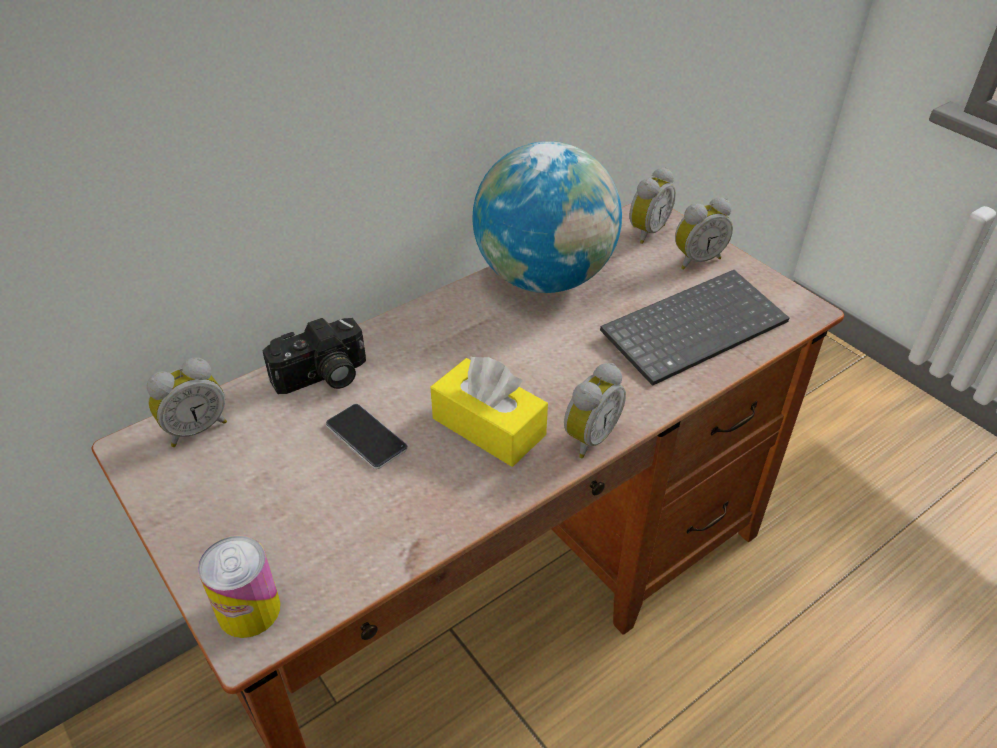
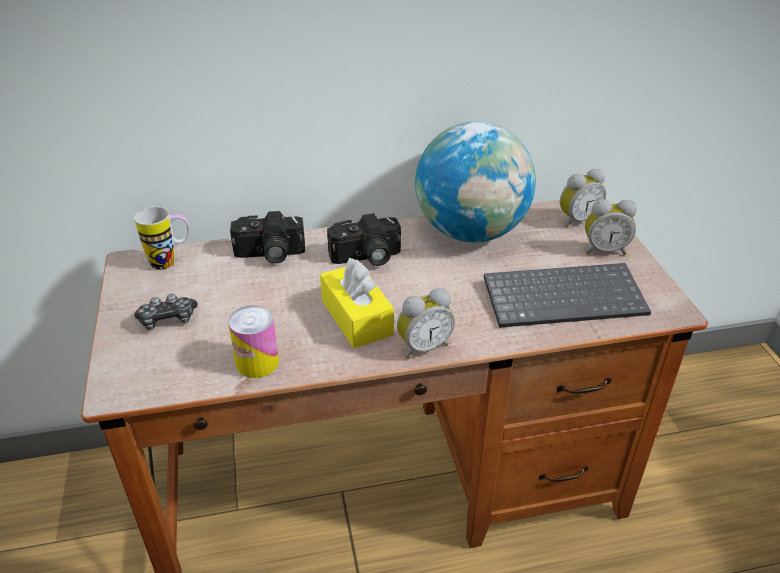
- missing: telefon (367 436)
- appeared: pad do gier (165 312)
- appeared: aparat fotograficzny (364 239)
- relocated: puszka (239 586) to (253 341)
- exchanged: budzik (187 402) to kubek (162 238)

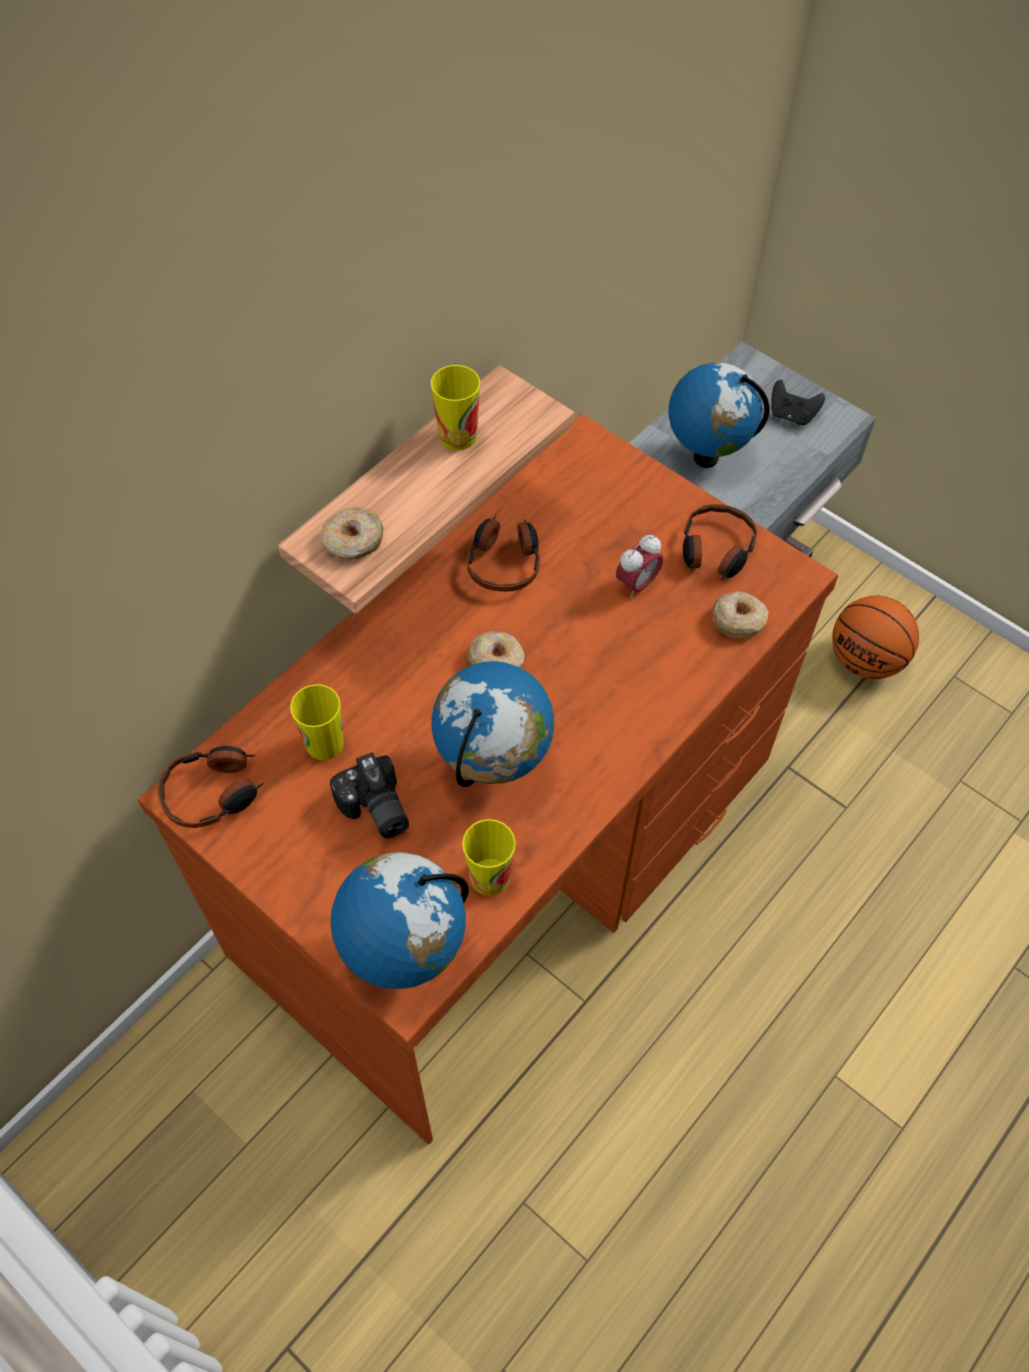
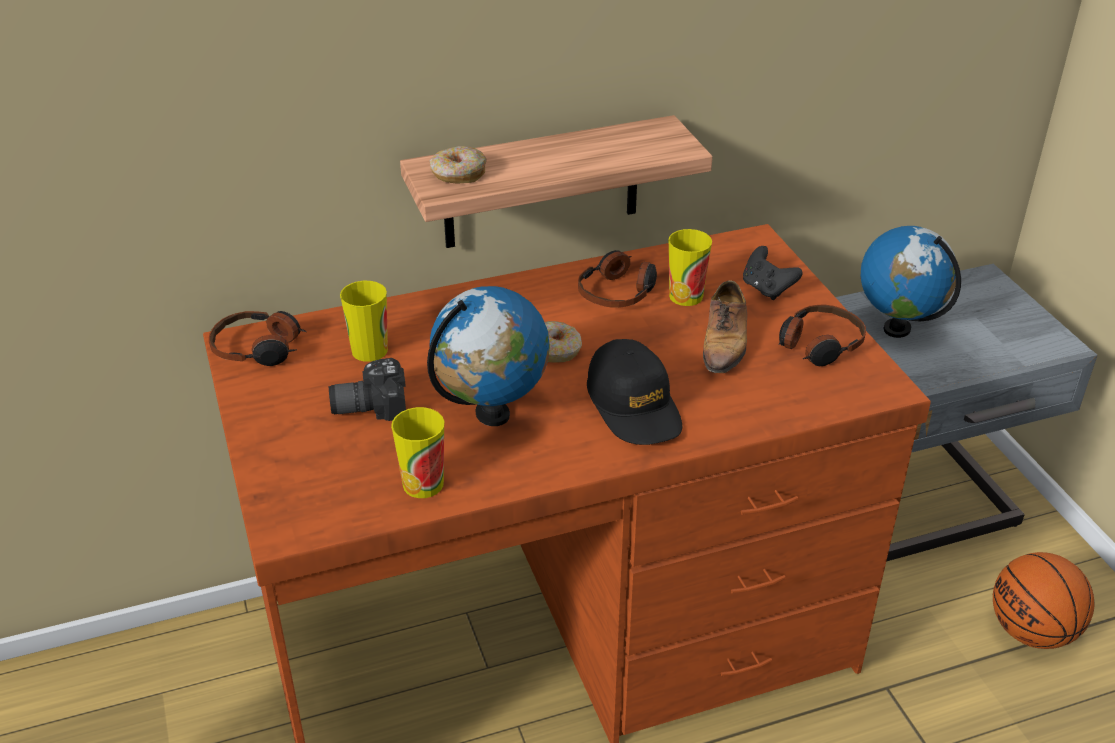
- missing: globus (400 920)
- missing: donut (740 615)
- appeared: czapka z daszkiem/czarny (634 392)
- relocated: filiżanka (455 407) to (690 267)
- relocated: pad do gier/czarny (798 402) to (773 273)
- exchanged: budzik (639 566) to but (725 326)
- spun: aparat fotograficzny (369 795) = (367 389) 75 degrees clockwise

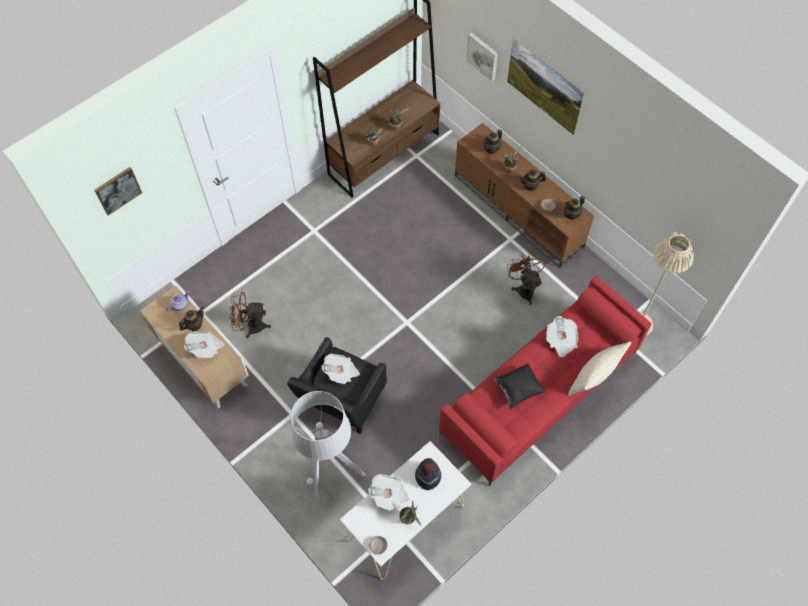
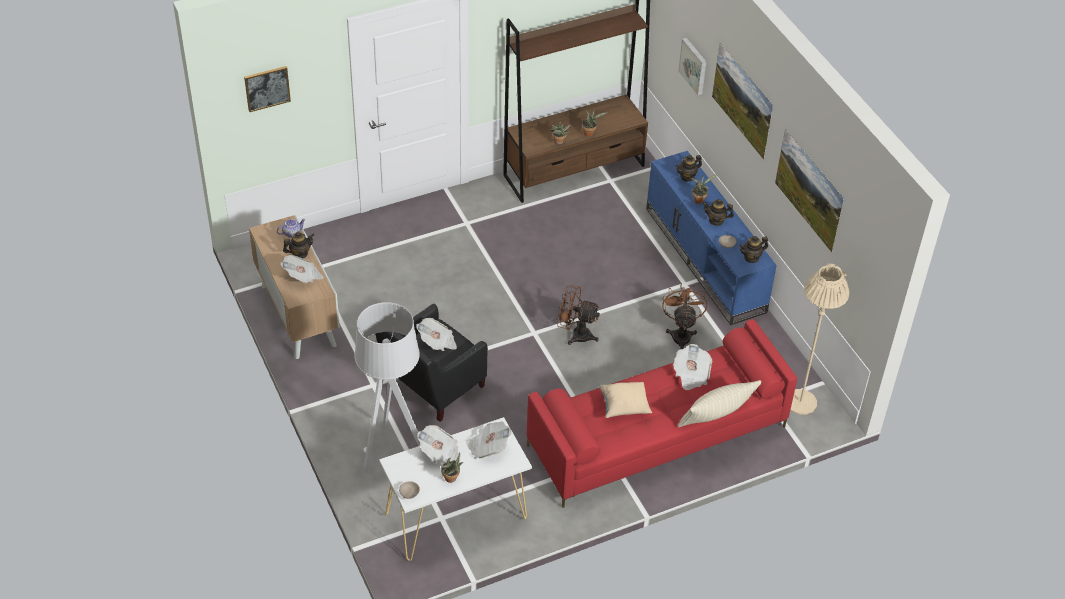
- appeared: obraz (809 191)
- relocated: wentylator/brązowy (250 315) to (578 315)
- exchanged: kapelusz (428 474) to gazeta (488 440)
- colour: szafka pod telewizor/brązowy (524 195) to szafka pod telewizor/niebieski (711 238)
- colour: poduszka/czarny (520 386) to poduszka/beżowy (625 400)

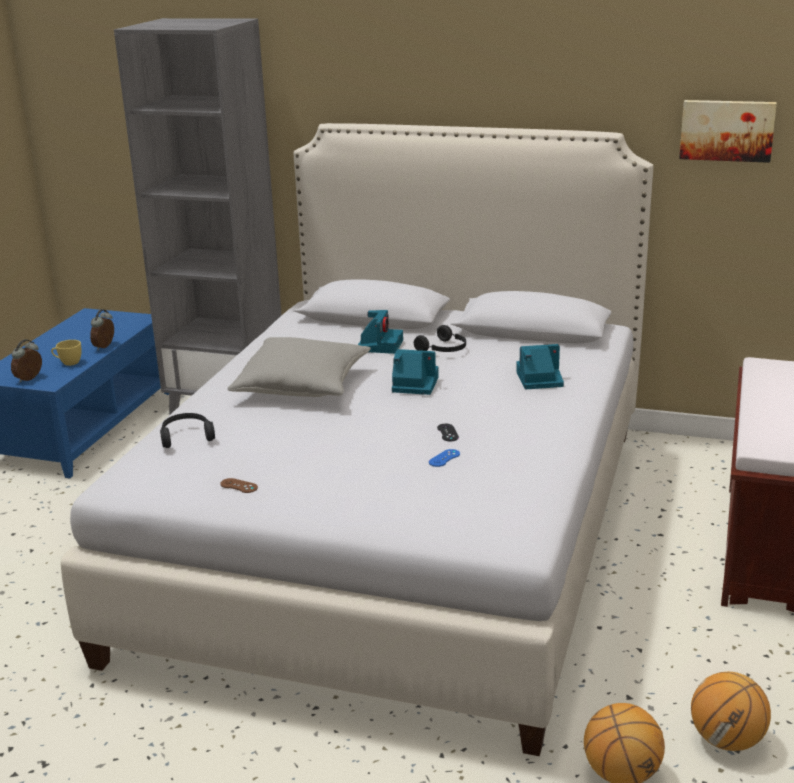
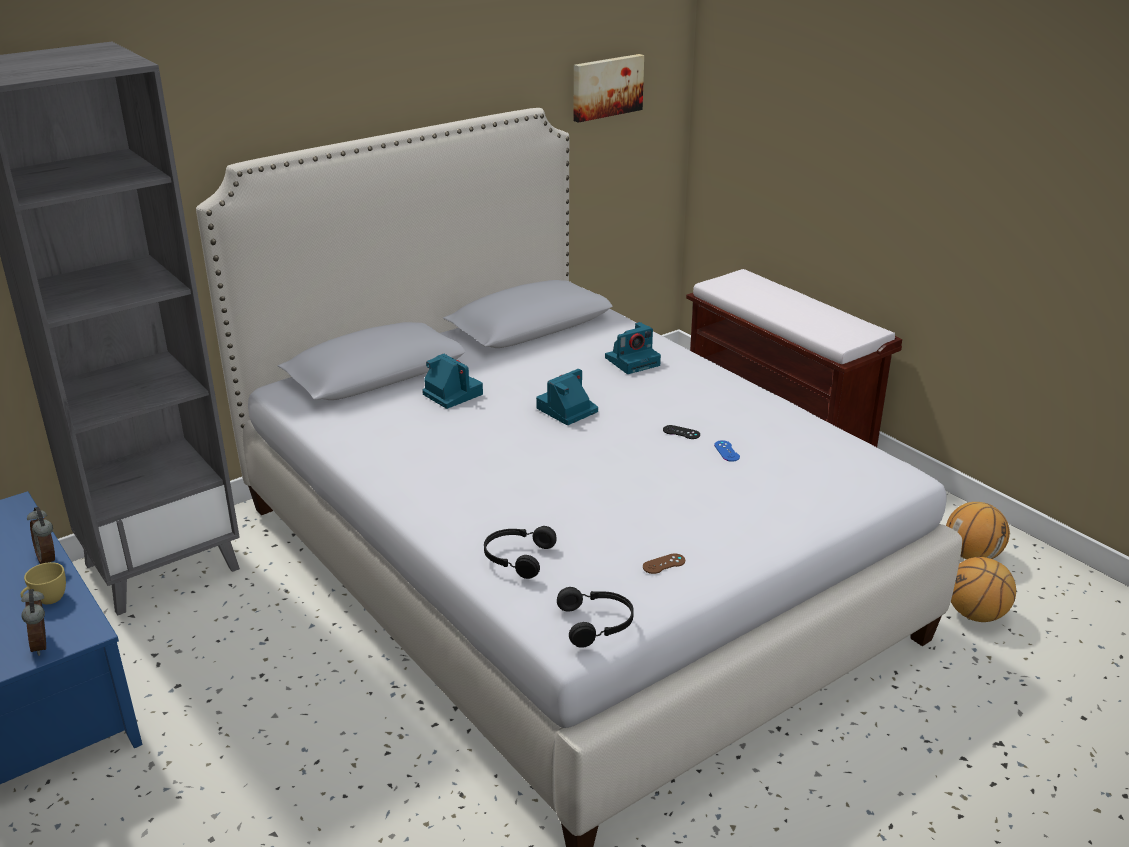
- missing: poduszka/szary (299 367)
- relocated: słuchawki/czarny (440 338) to (595 617)
- spun: aparat fotograficzny (540 366) = (633 348) 150 degrees counterclockwise

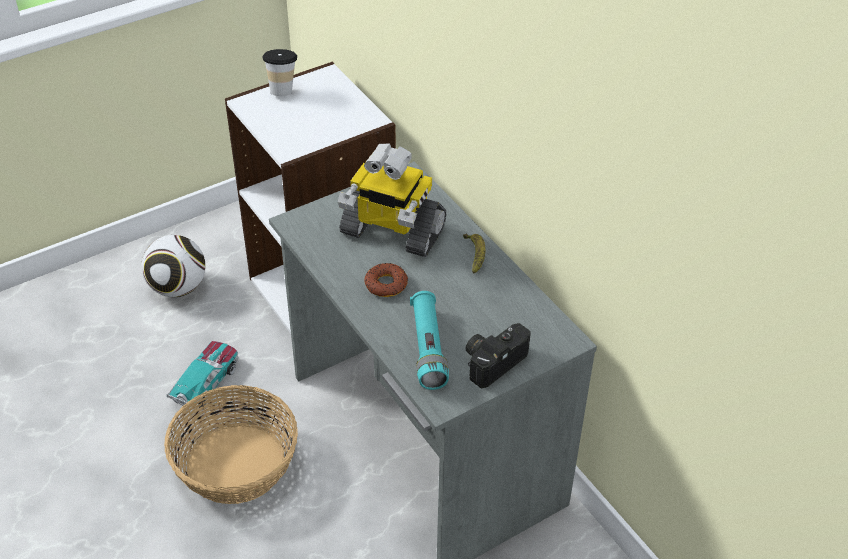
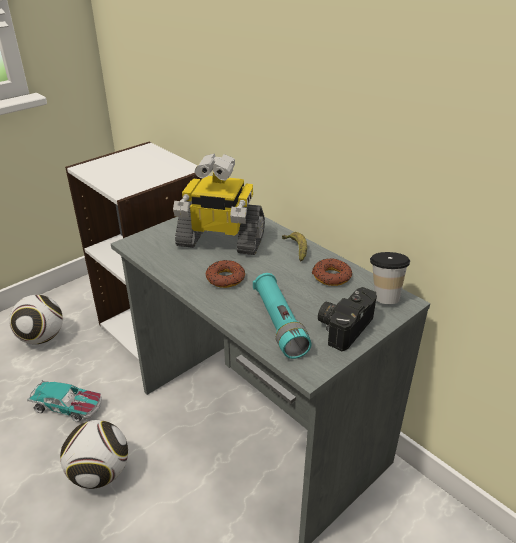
- appeared: donut (332 272)
- relocated: filiżanka (279 72) to (390 278)
- exchanged: koszyk (231 444) to piłka futbolowa (94 454)
- spun: samochodzik (202 375) = (64 401) 90 degrees clockwise

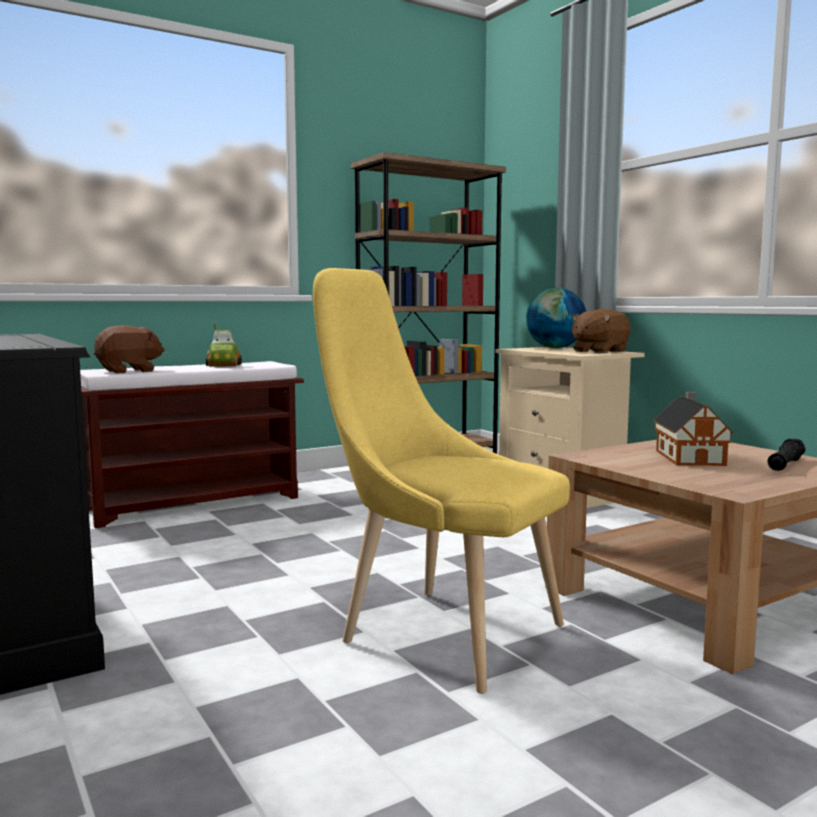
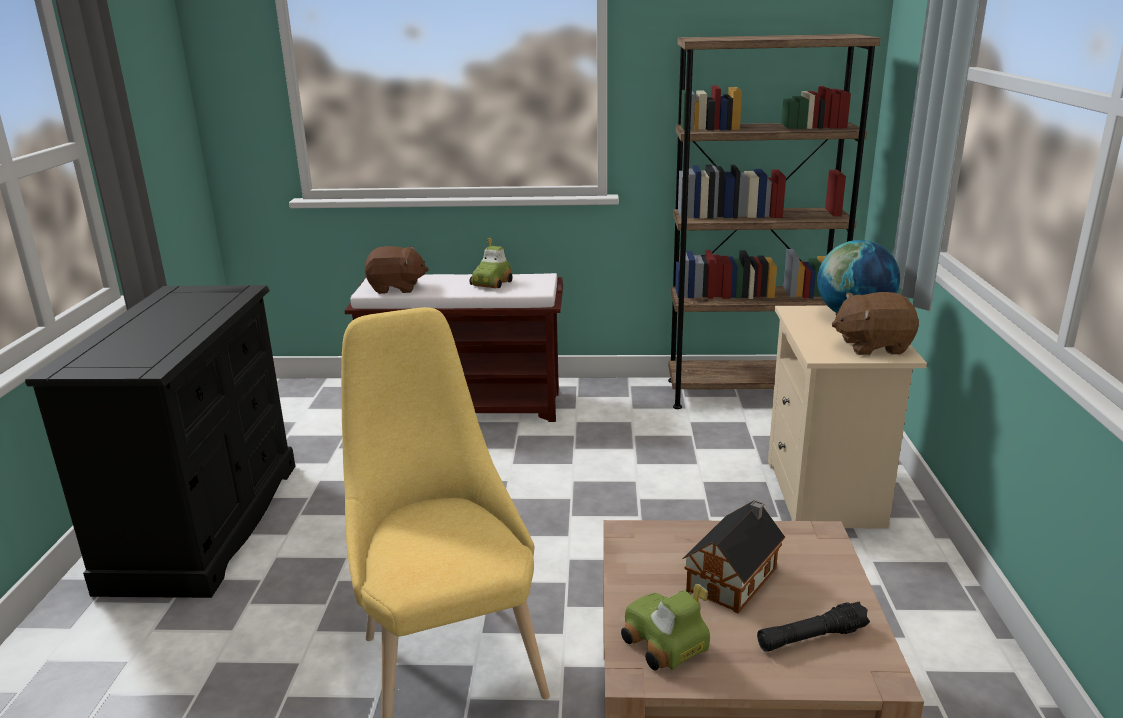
- appeared: samochodzik (665 627)

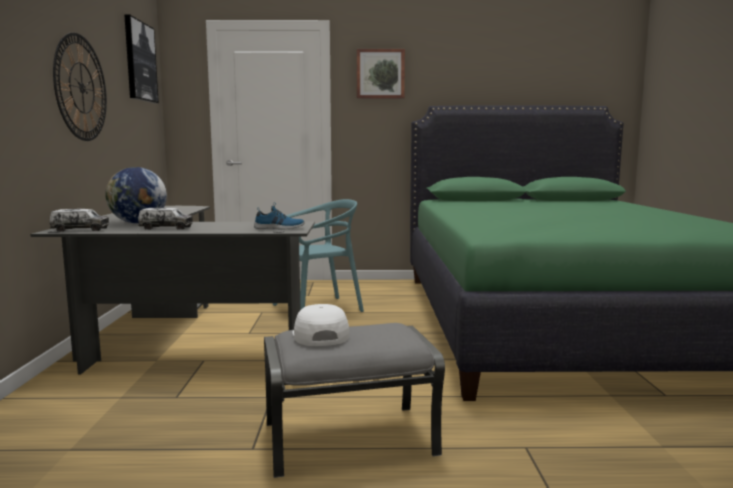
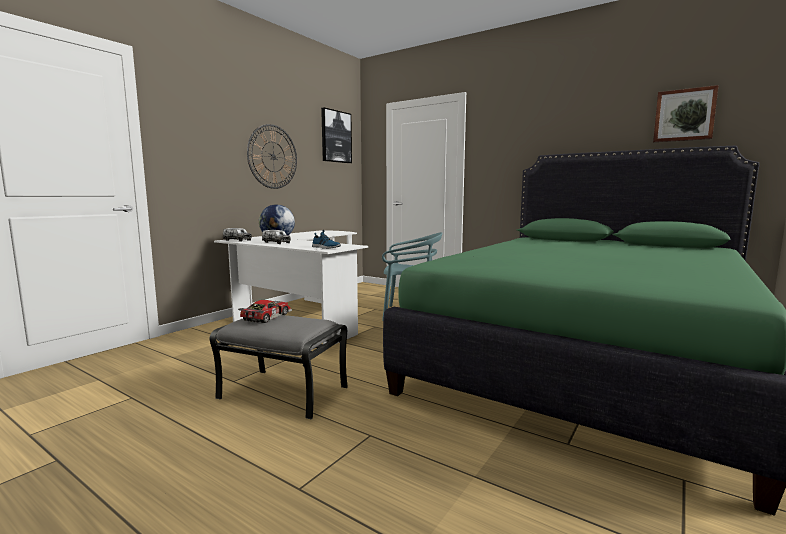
- relocated: obraz (381 74) to (686 113)
- exchanged: czapka z daszkiem/biały (320 325) to samochodzik (265 311)
- colour: biurko/czarny (172 290) to biurko/biały (291 287)

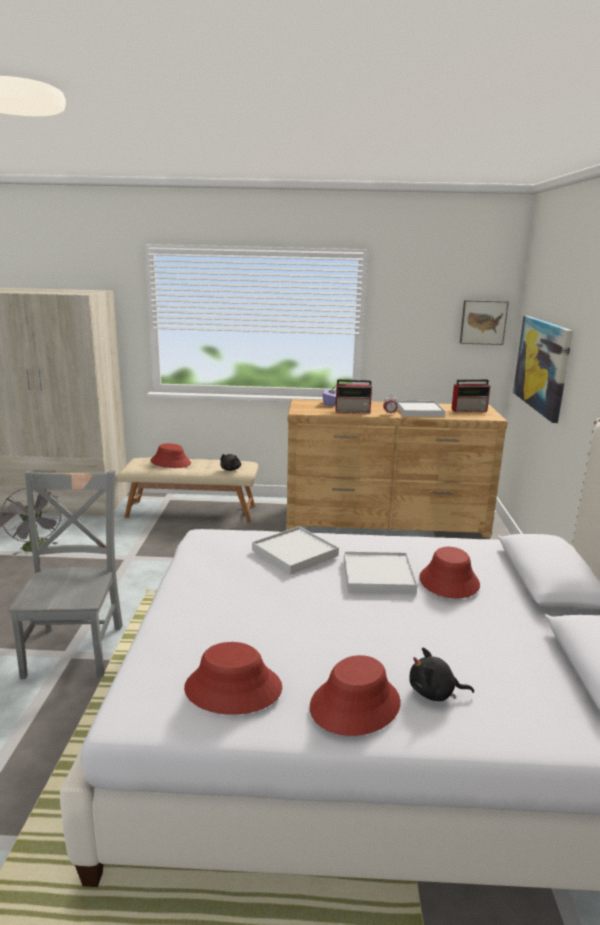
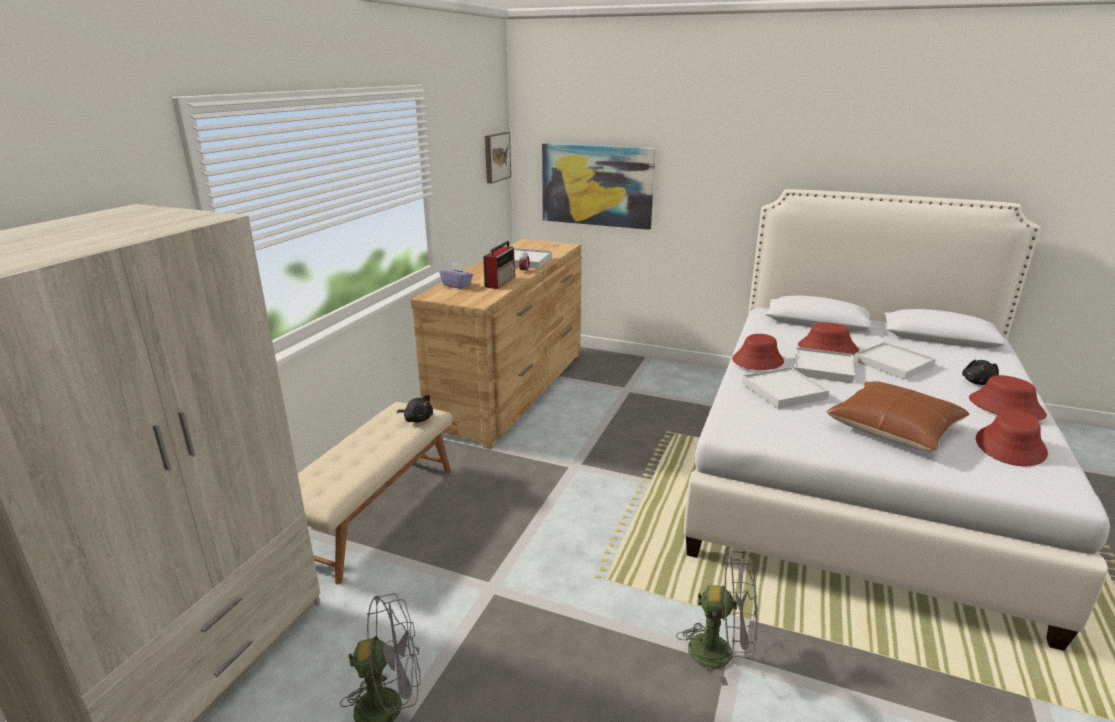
- missing: radio (471 396)
- appeared: poduszka/brązowy (898 416)
- appeared: taca/biały (894 361)
- relocated: kapelusz/czerwony (171 455) to (758 352)
- exchanged: krzesło/szary (65 574) to wentylator/szary (717 618)

